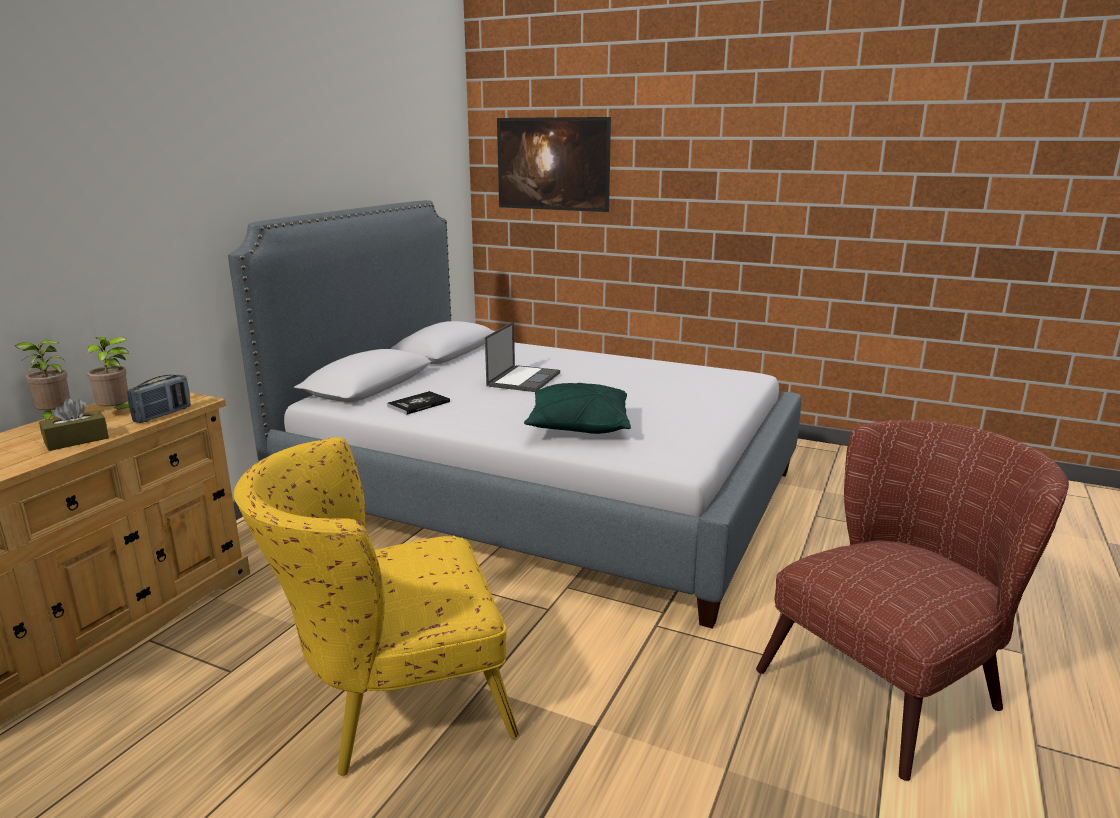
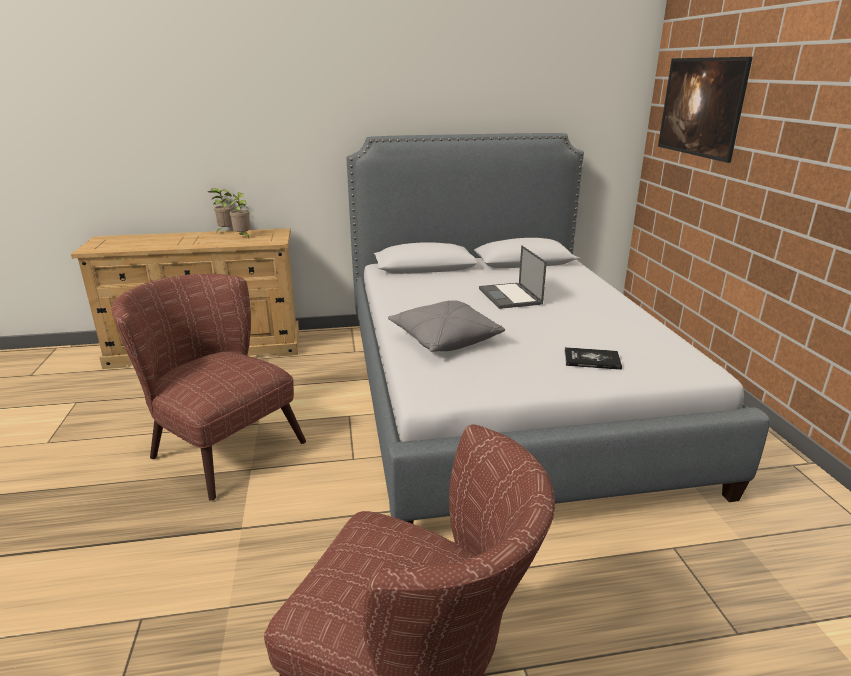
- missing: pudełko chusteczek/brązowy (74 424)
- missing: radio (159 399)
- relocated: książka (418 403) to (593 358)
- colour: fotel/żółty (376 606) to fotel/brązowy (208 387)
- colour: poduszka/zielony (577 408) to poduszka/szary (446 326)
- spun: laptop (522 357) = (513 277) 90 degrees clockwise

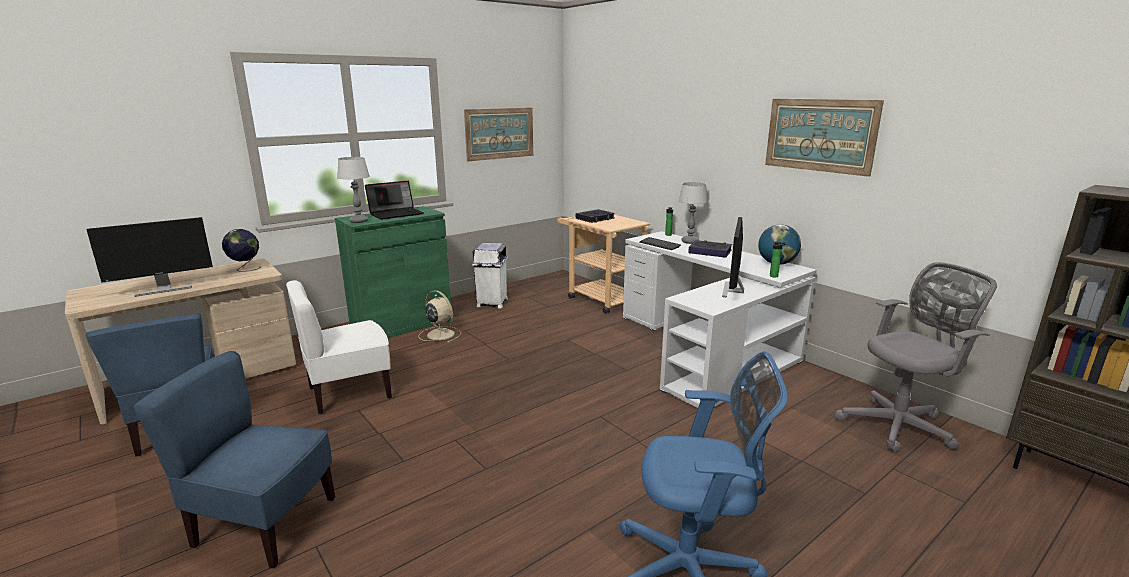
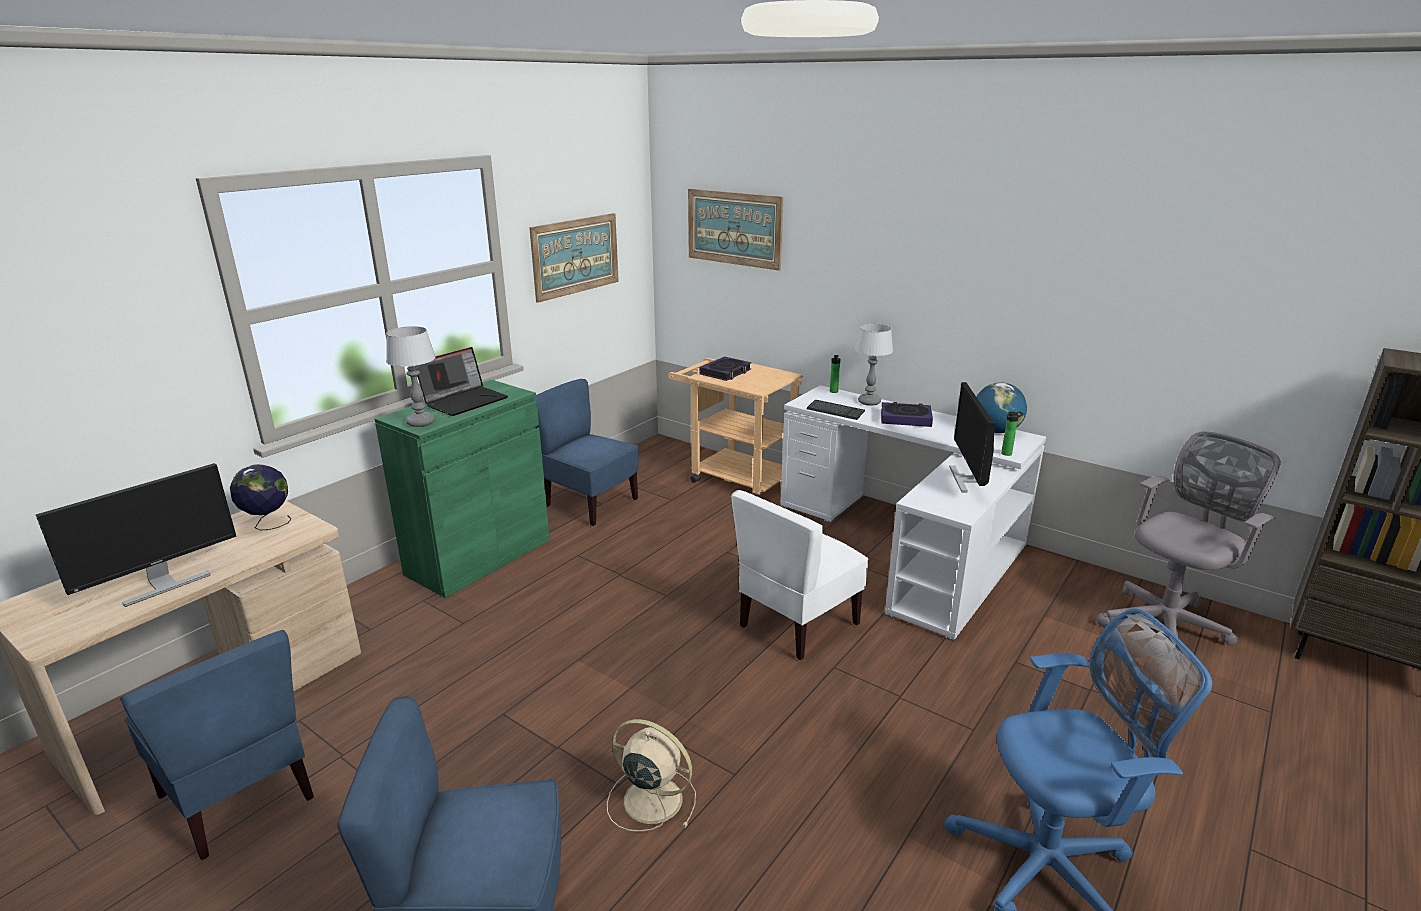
- relocated: krzesło/biały (339 347) to (799 575)
- relocated: wentylator/beżowy (440 316) to (651 775)
- relocated: obraz (824 138) to (735 230)
- exchanged: kosz na śmieci/biały (490 276) to krzesło/niebieski (586 452)

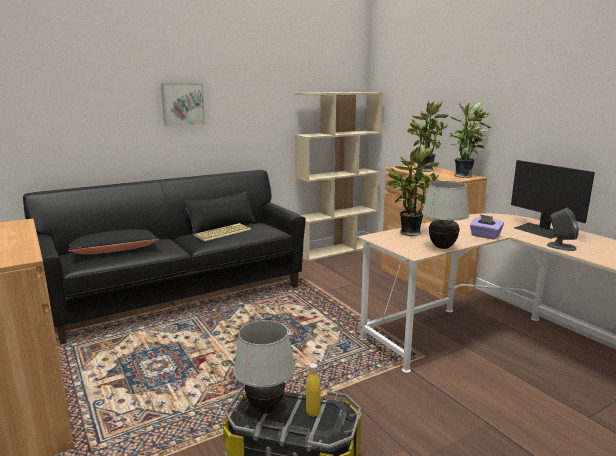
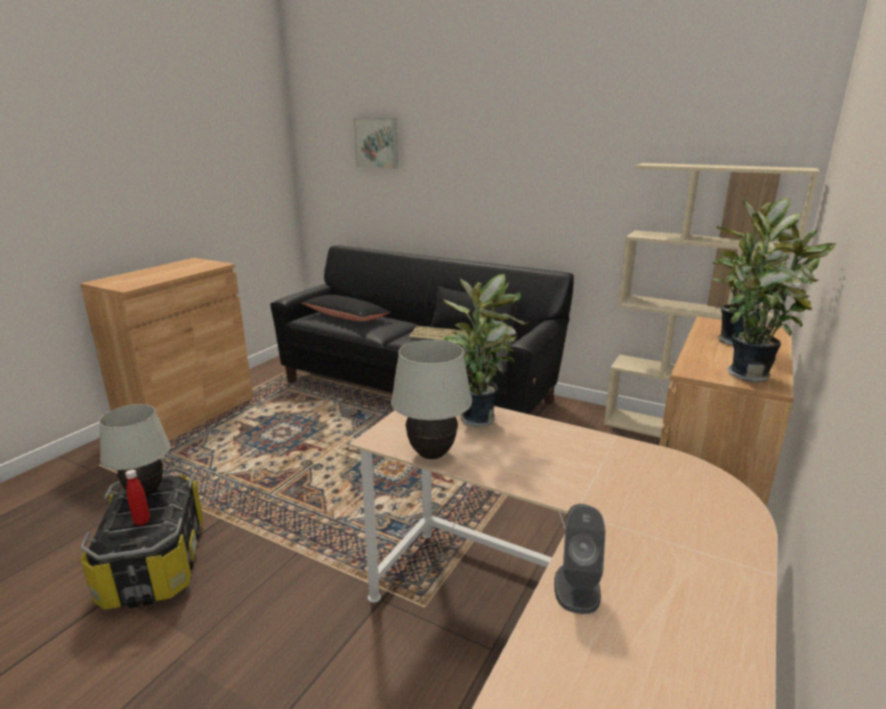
- missing: pudełko chusteczek/fioletowy (487 227)
- missing: monitor (553 199)
- relocated: obraz (183 105) to (376 143)
- colour: butelka/żółty (313 390) to butelka/czerwony (137 497)

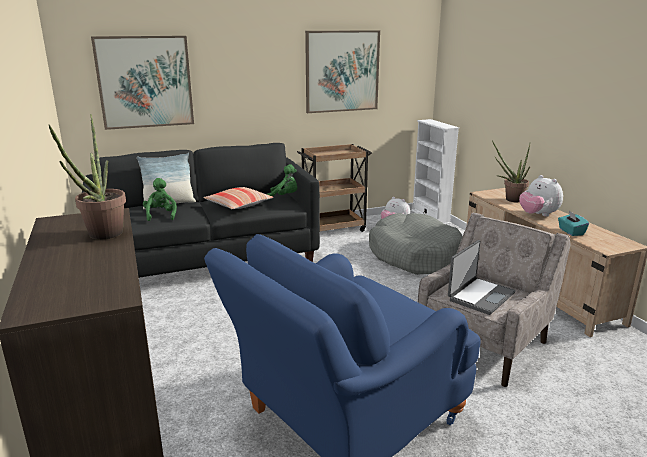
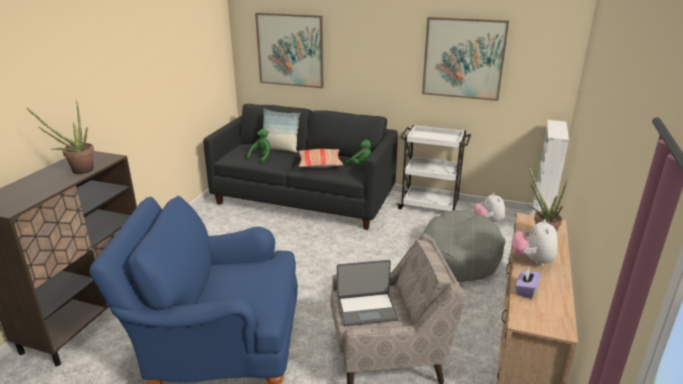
- colour: wózek/brązowy (334 188) to wózek/biały (433 168)
- colour: pudełko chusteczek/turkusowy (573 223) to pudełko chusteczek/fioletowy (528 283)

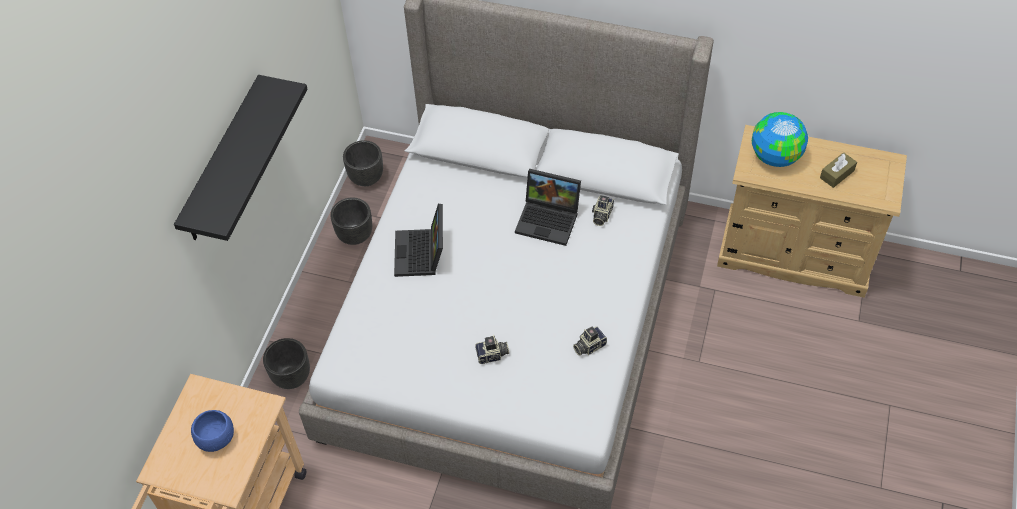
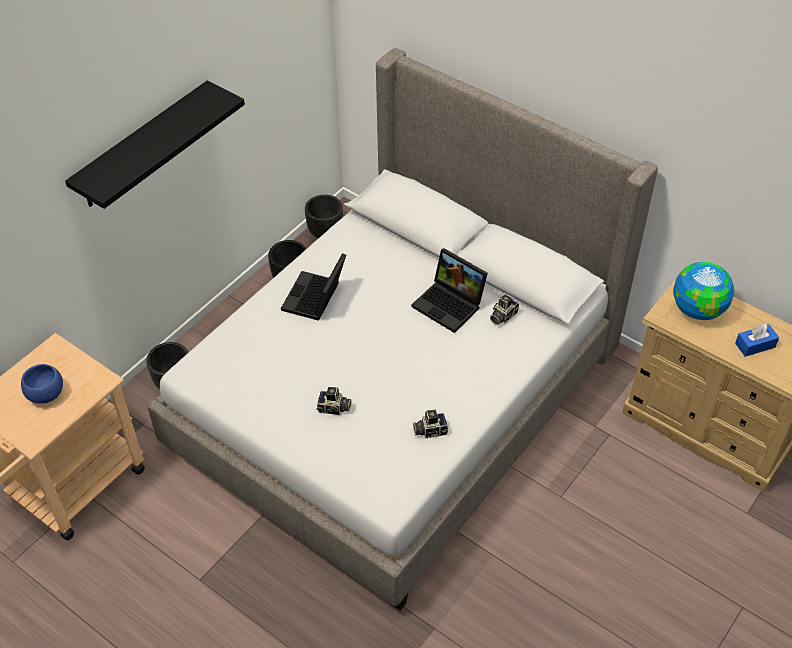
- colour: pudełko chusteczek/brązowy (838 170) to pudełko chusteczek/niebieski (757 340)

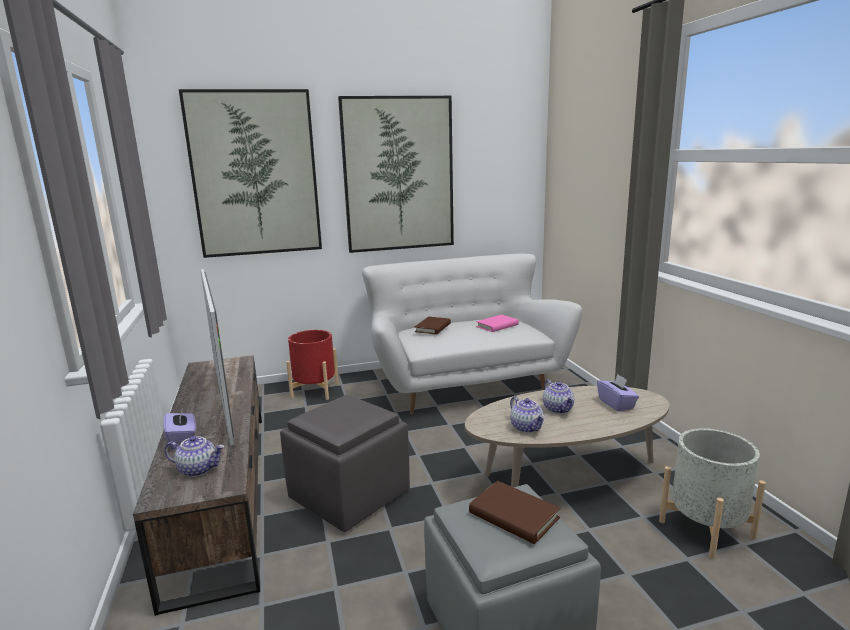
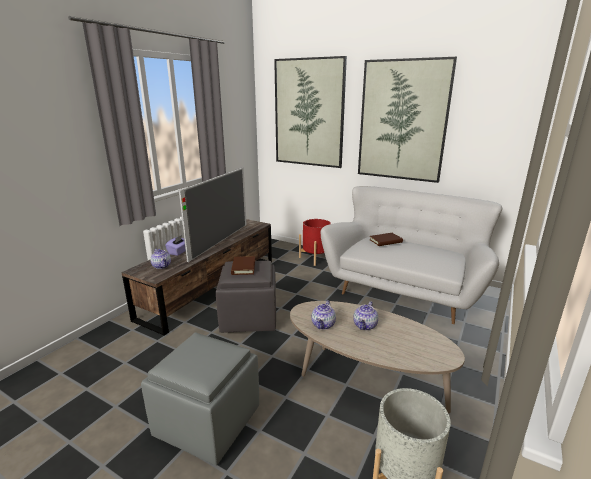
- missing: książka/różowy (497 323)
- missing: pudełko chusteczek/fioletowy (618 393)
- relocated: książka/brązowy (514 512) to (243 265)

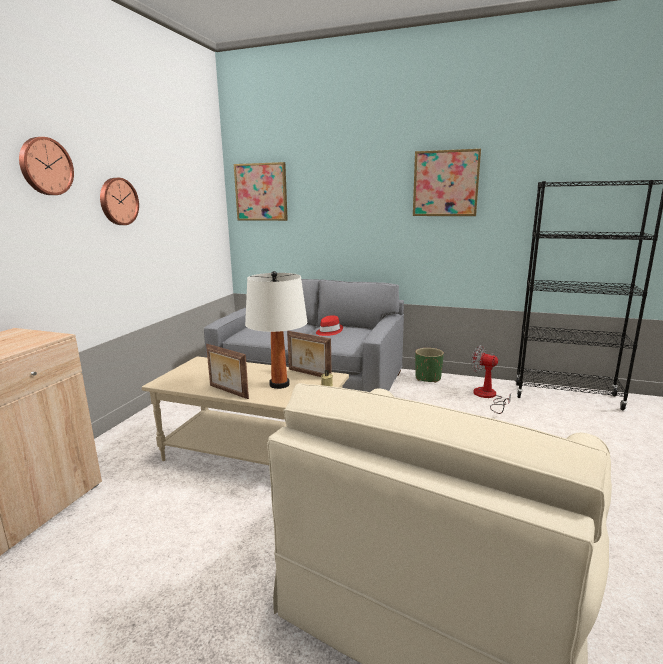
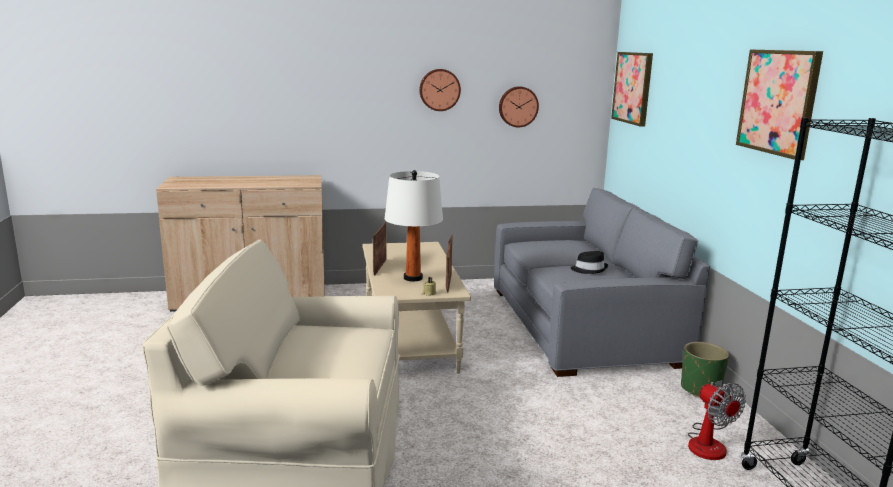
- relocated: zegar ścienny (46 166) to (519 107)
- colour: kapelusz/czerwony (329 325) to kapelusz/czarny (589 262)
- spun: wentylator (491 379) = (717 420) 150 degrees clockwise

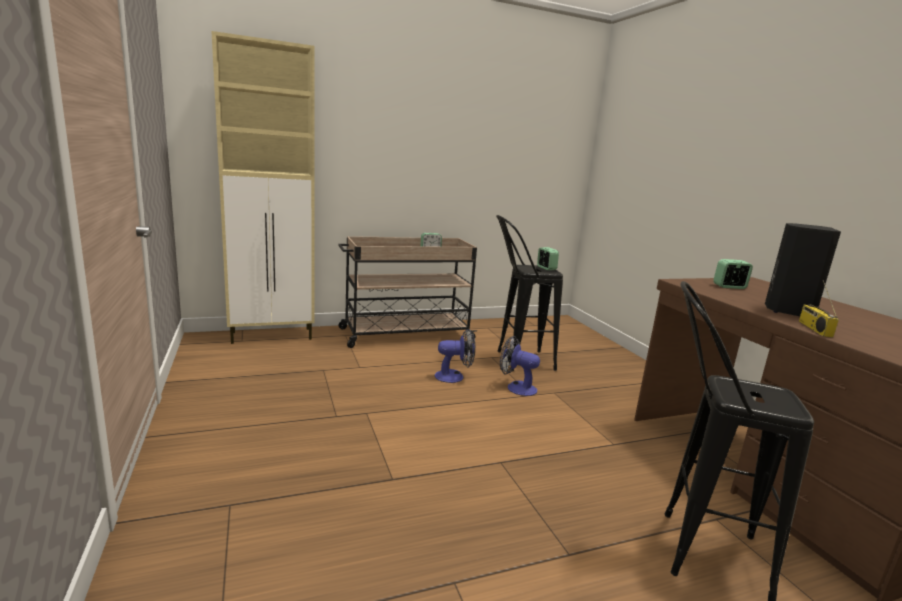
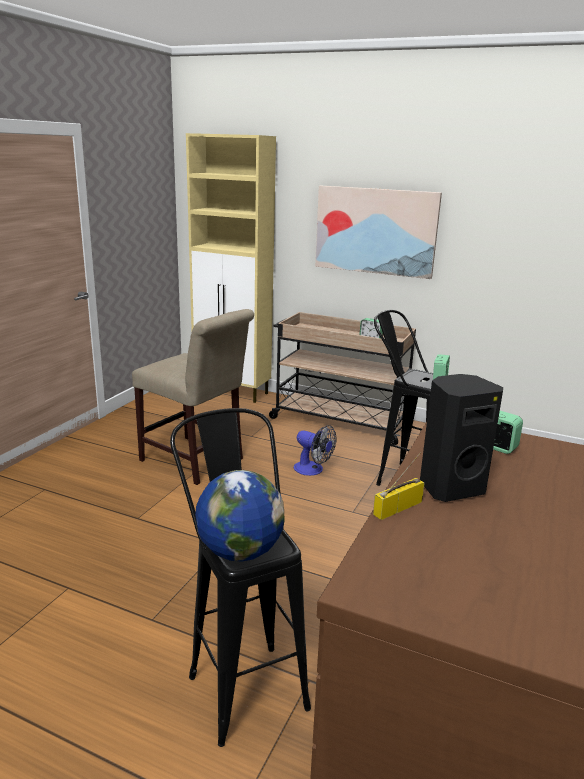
- missing: wentylator (520 366)
- appeared: krzesło/beżowy (193 397)
- appeared: globus (240 516)
- appeared: obraz (378 232)

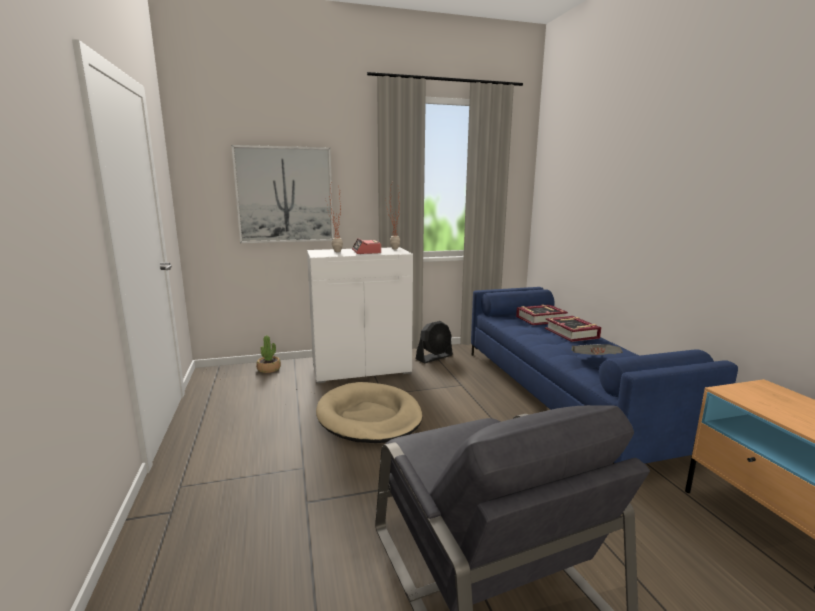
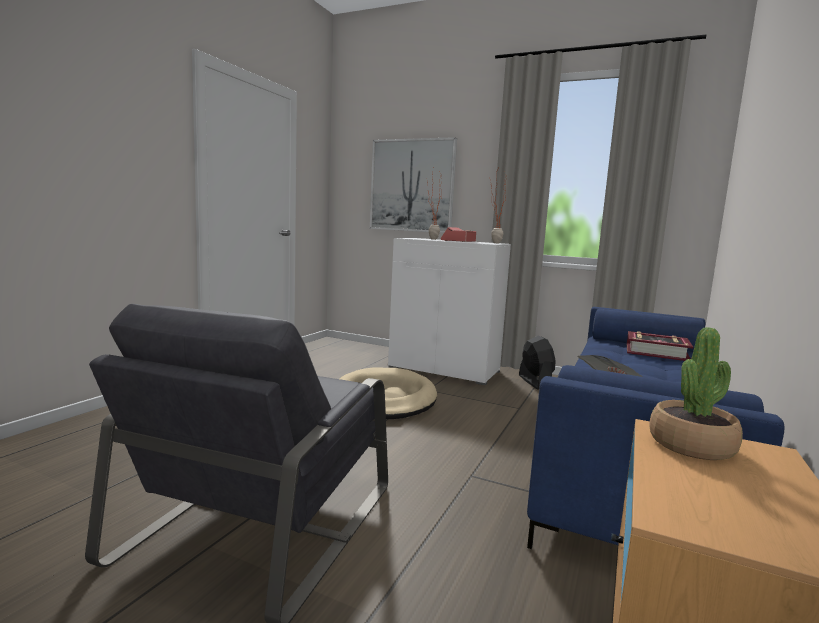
- missing: książka (573 329)
- relocated: roślina doniczkowa (268 354) to (696 393)
- spun: wentylator/czarny (434 342) = (537 362) 105 degrees counterclockwise

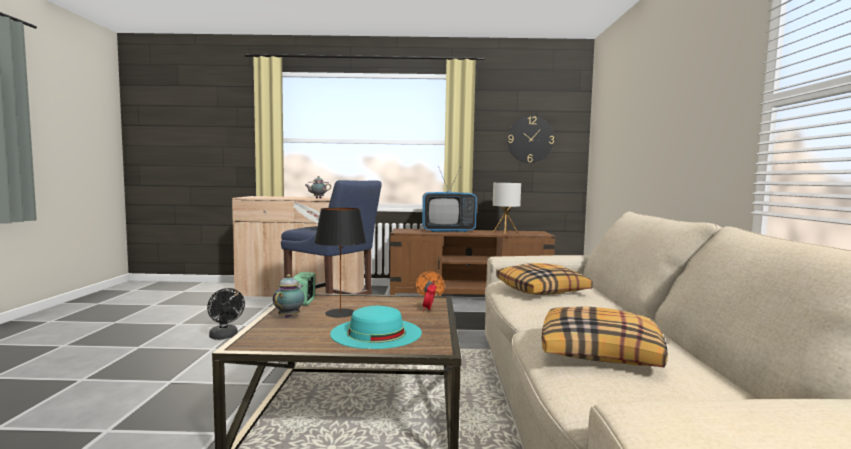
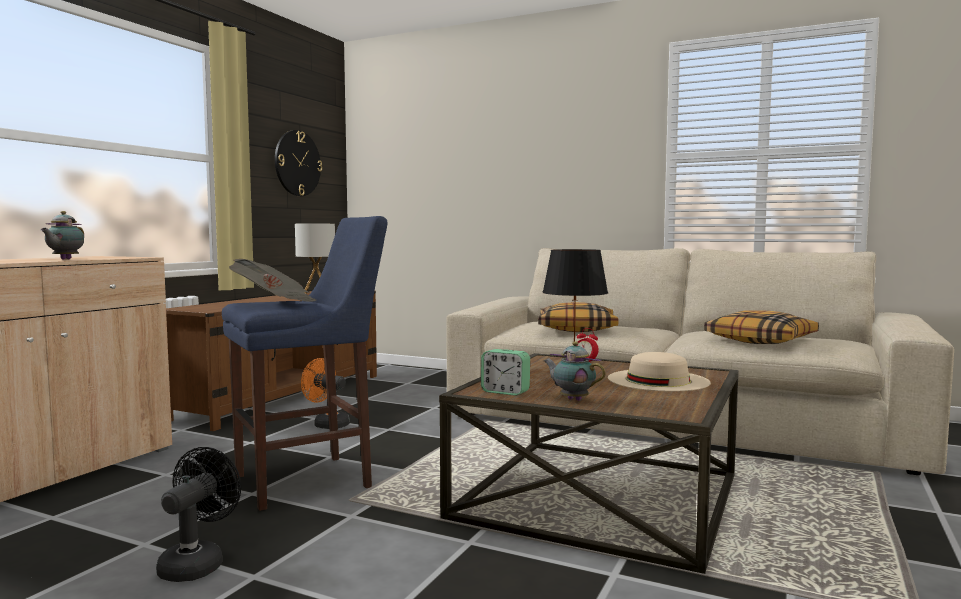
- missing: telewizor (449 199)
- colour: kapelusz/turkusowy (376 327) to kapelusz/beżowy (659 372)
- spun: wentylator/czarny (226 314) = (198 514) 60 degrees counterclockwise

